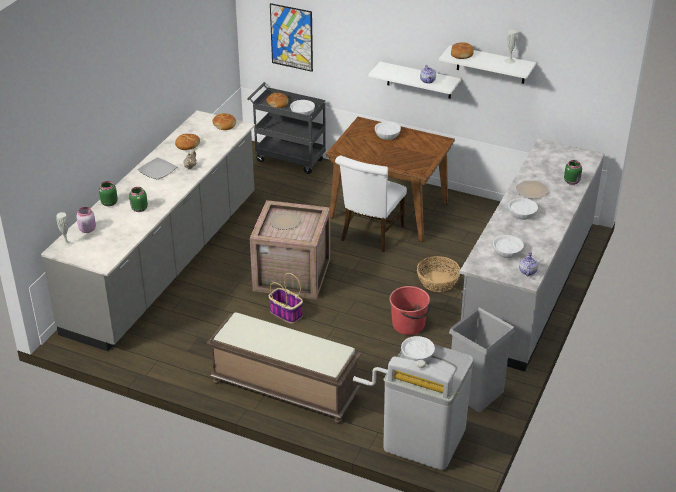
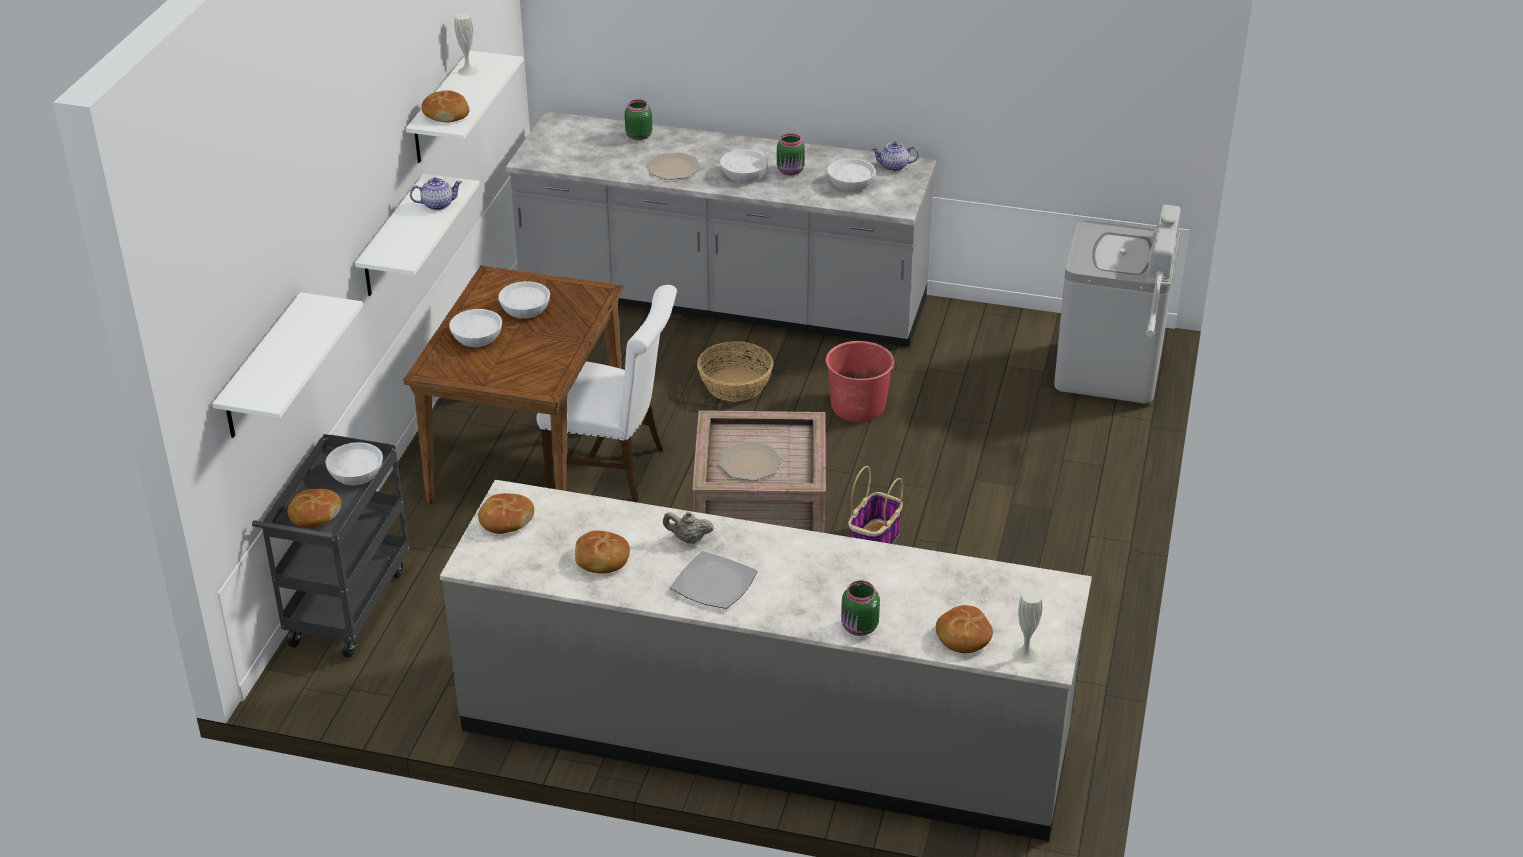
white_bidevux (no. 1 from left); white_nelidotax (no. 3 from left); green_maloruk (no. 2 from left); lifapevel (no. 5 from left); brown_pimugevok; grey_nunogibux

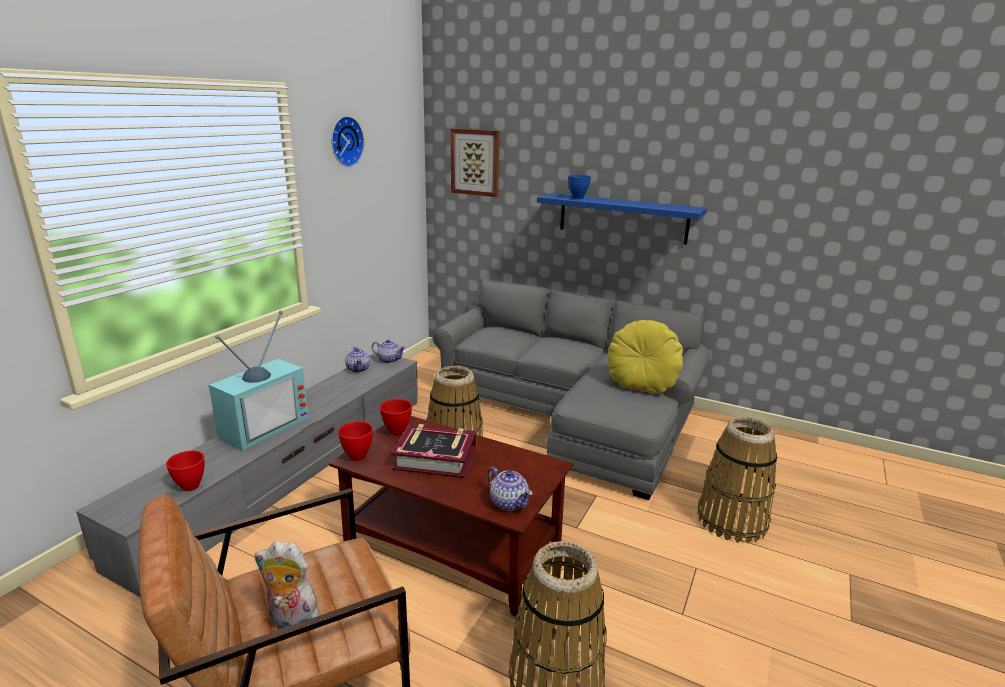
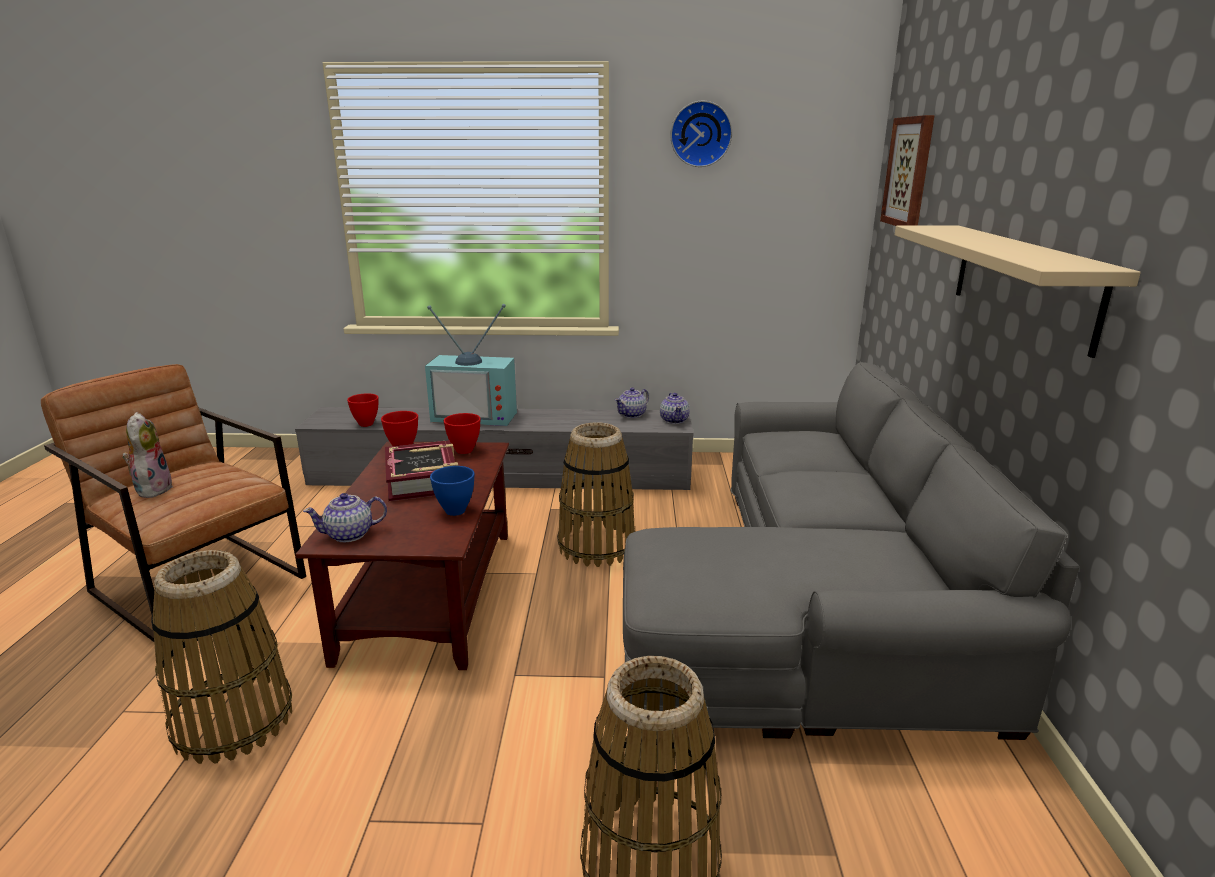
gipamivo (no. 1 from left); blue_nelidotax; beige_bidevux; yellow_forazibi

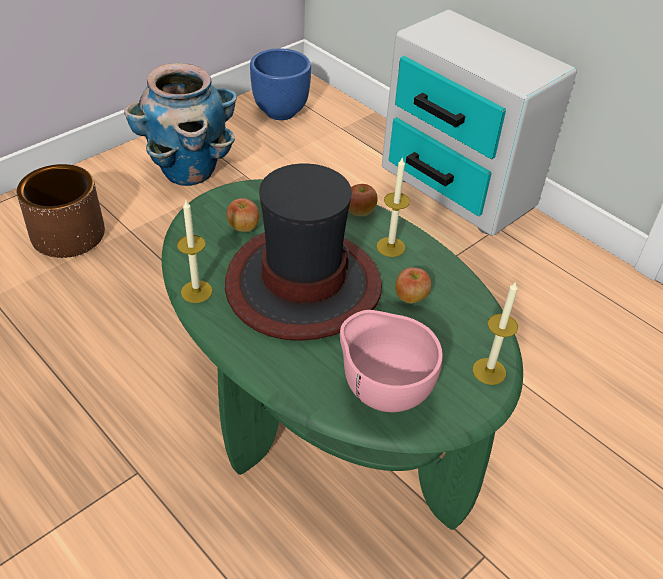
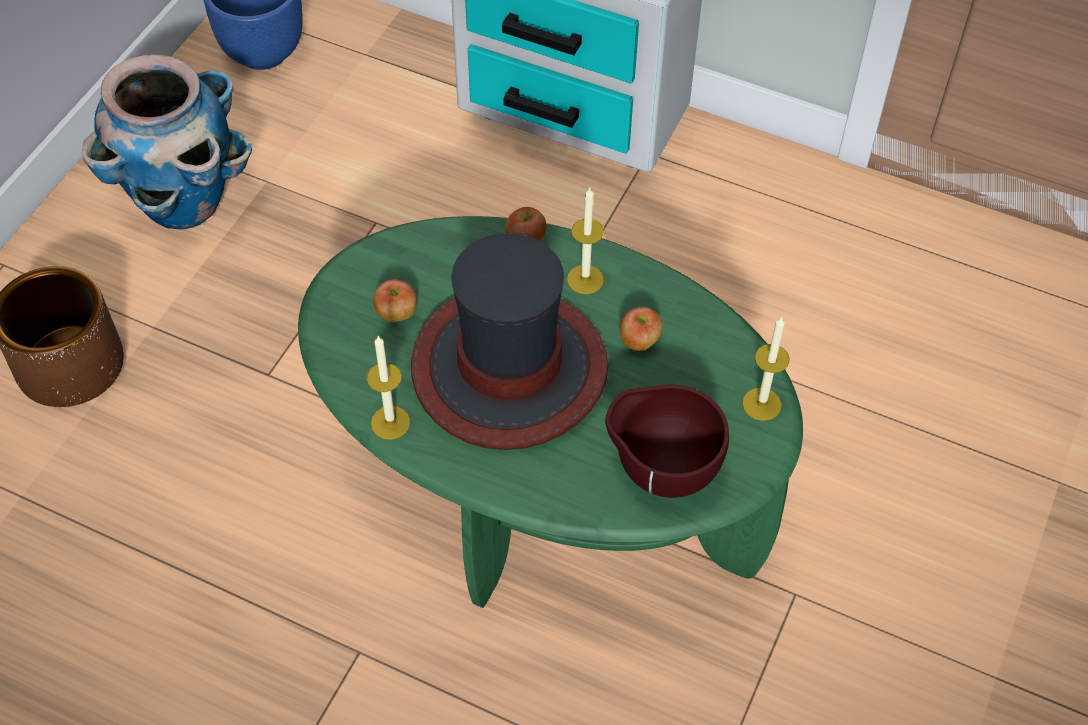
brown_nelidotax

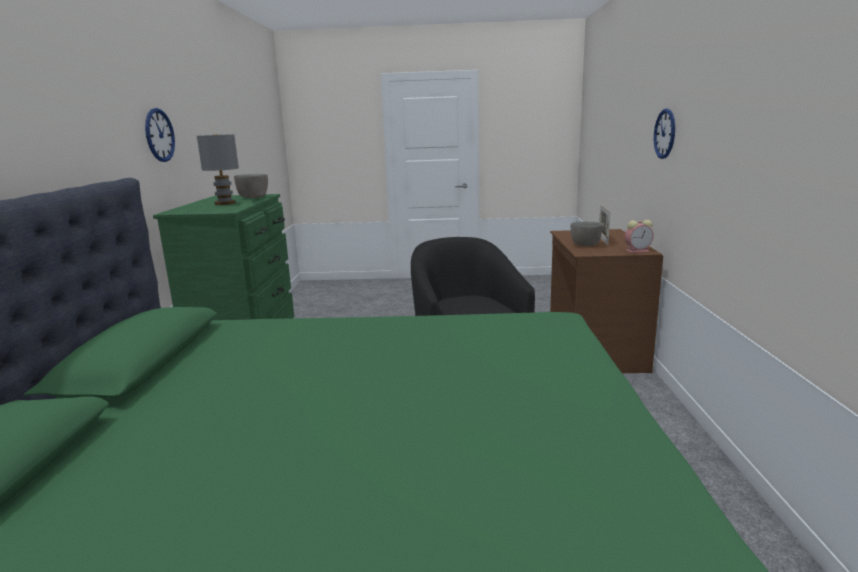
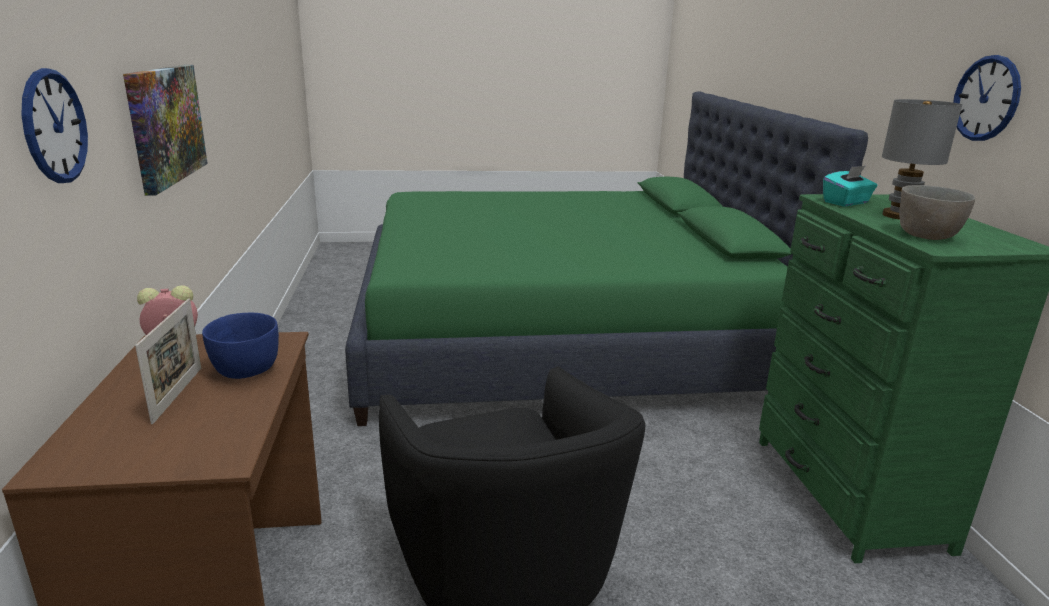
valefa; blue_nelidotax; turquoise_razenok

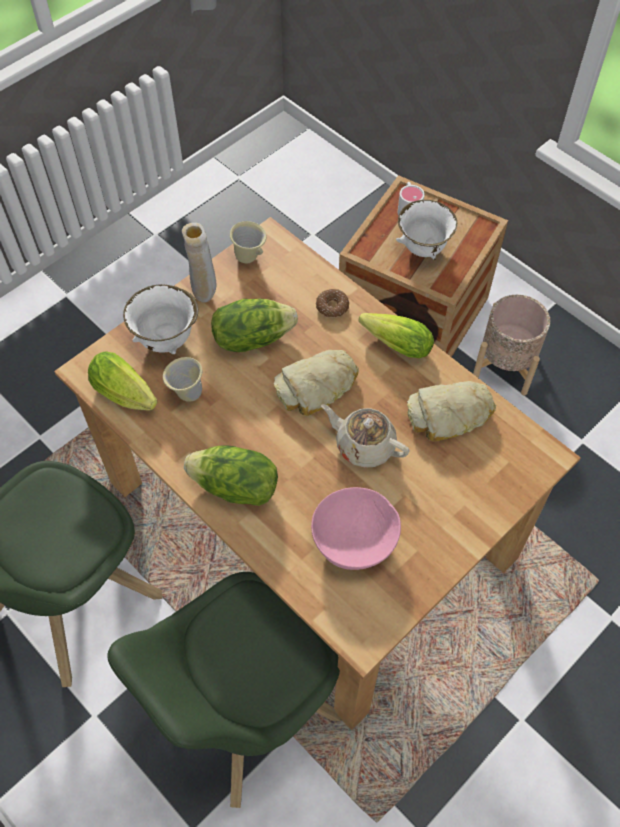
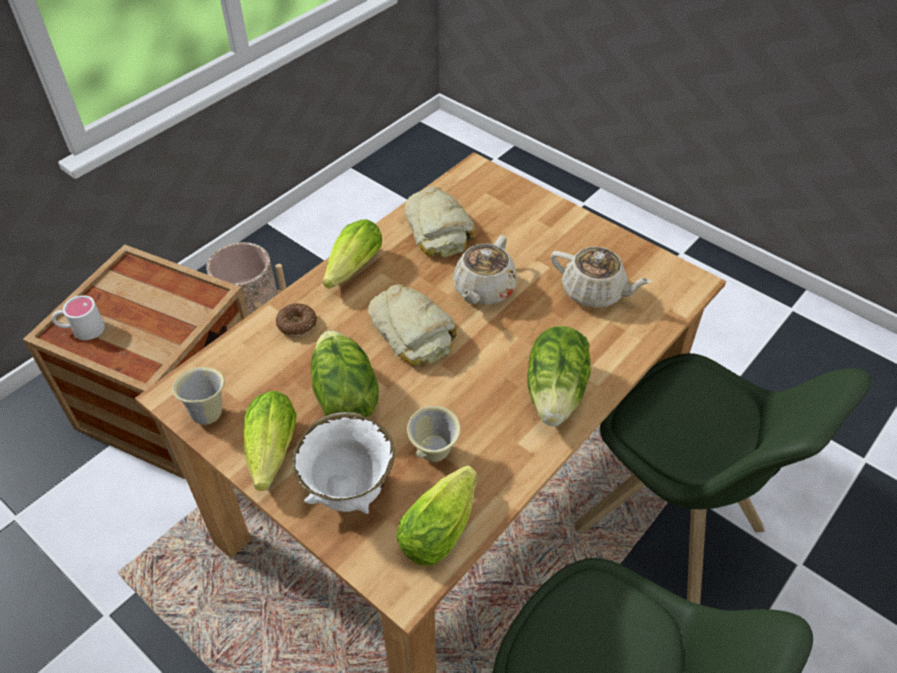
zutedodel (no. 1 from left); beige_gipamivo (no. 2 from left); white_nelidotax (no. 2 from left in the first image)

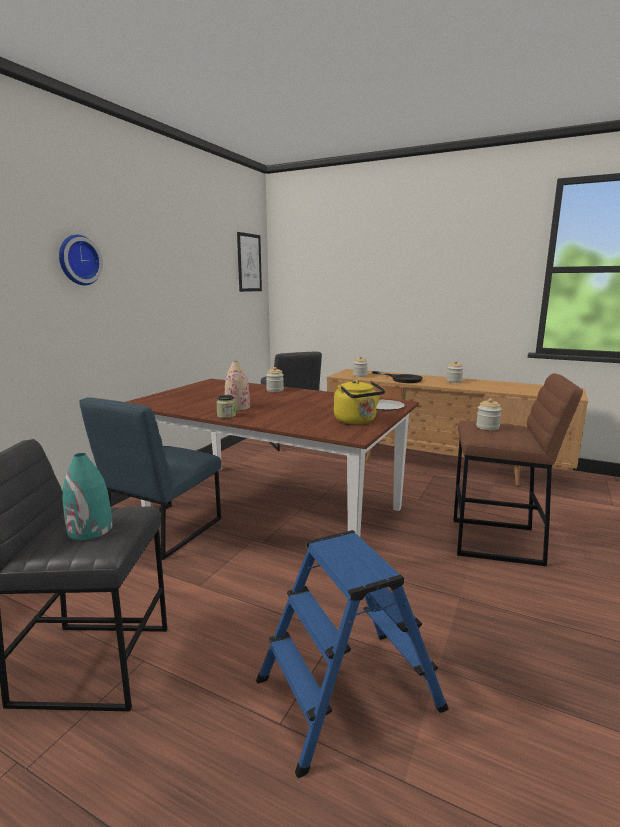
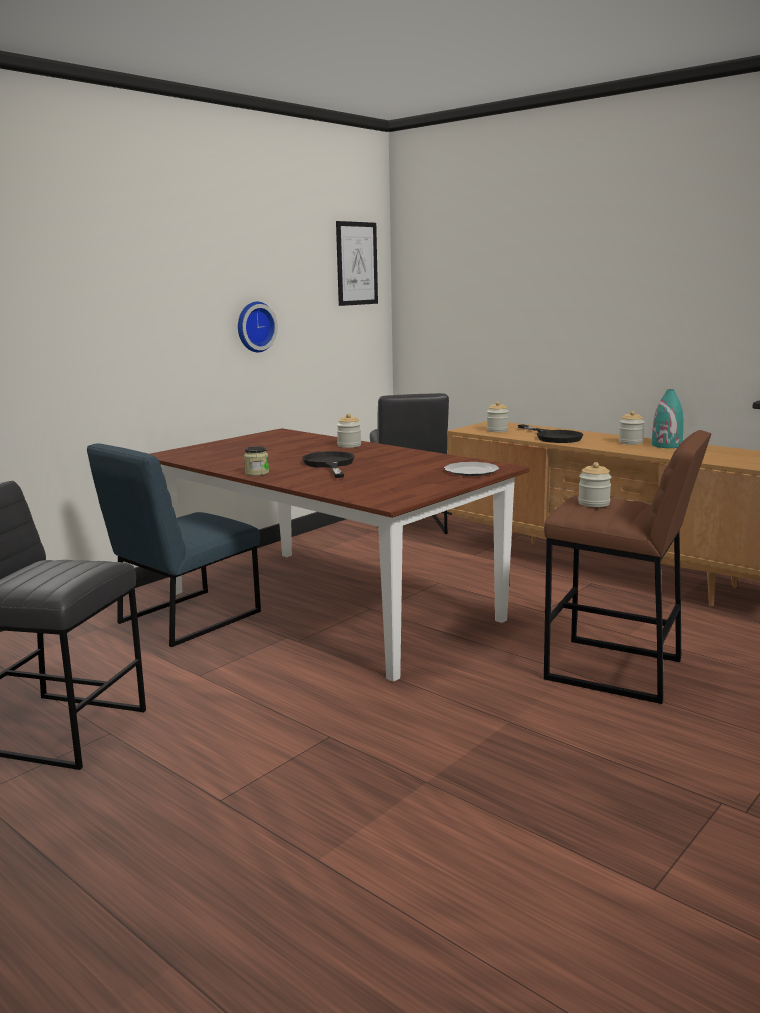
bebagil; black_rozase (no. 1 from left); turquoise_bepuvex; beige_bepuvex; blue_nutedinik; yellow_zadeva

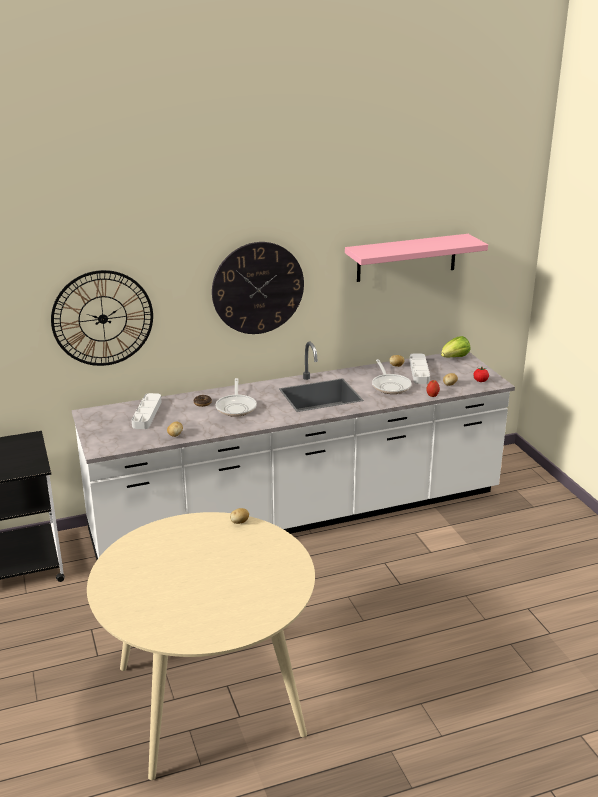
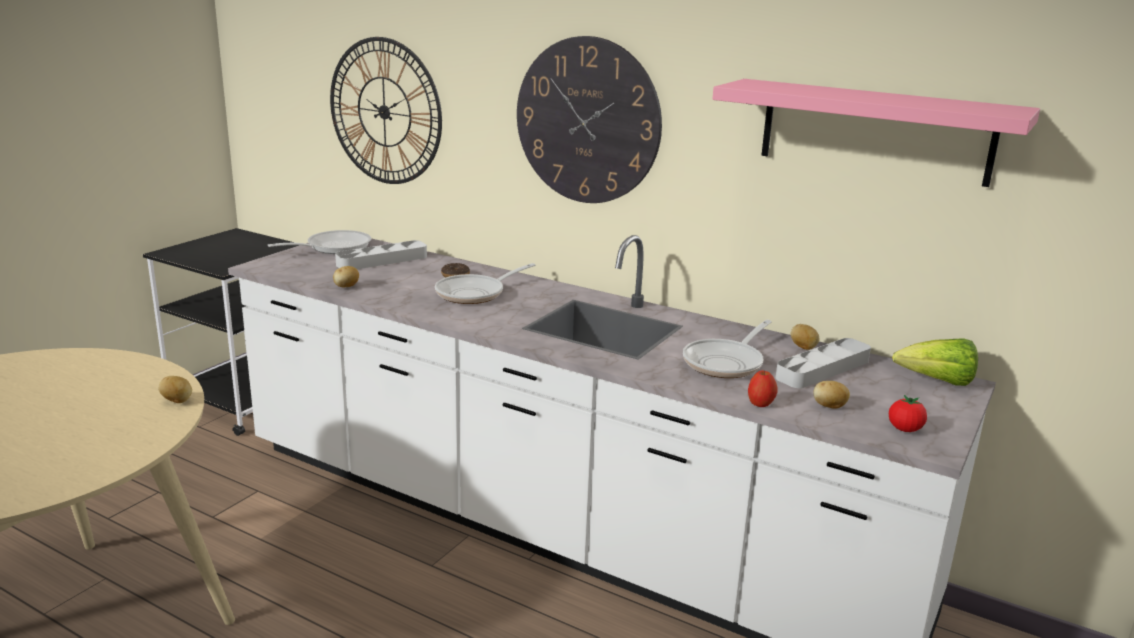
rozase (no. 1 from left)

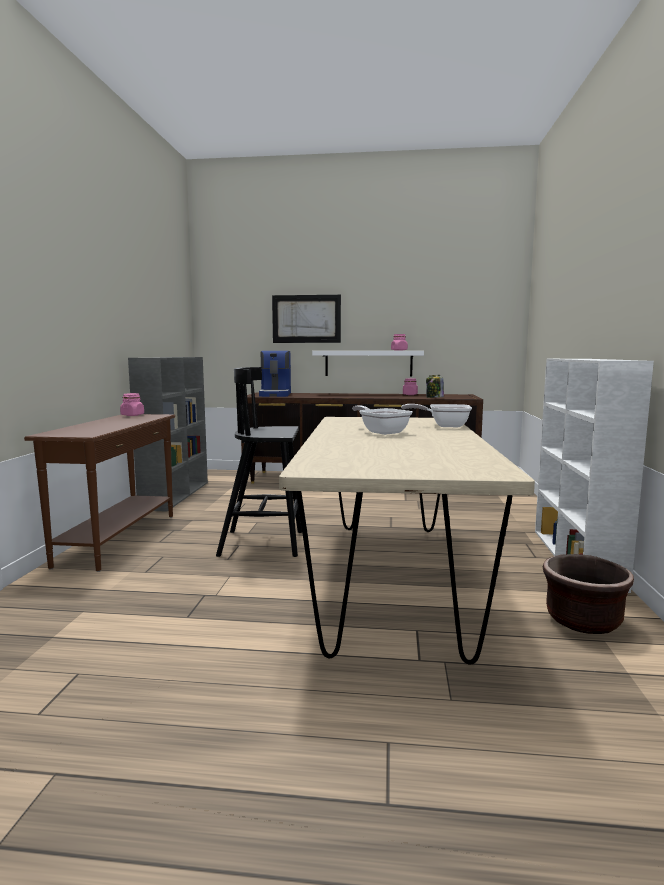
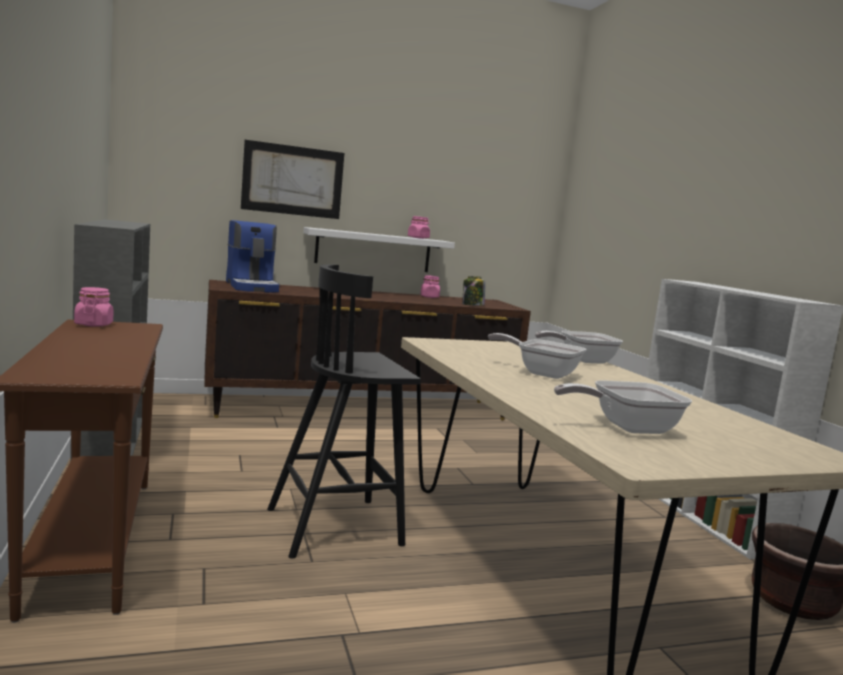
rozase (no. 3 from left)

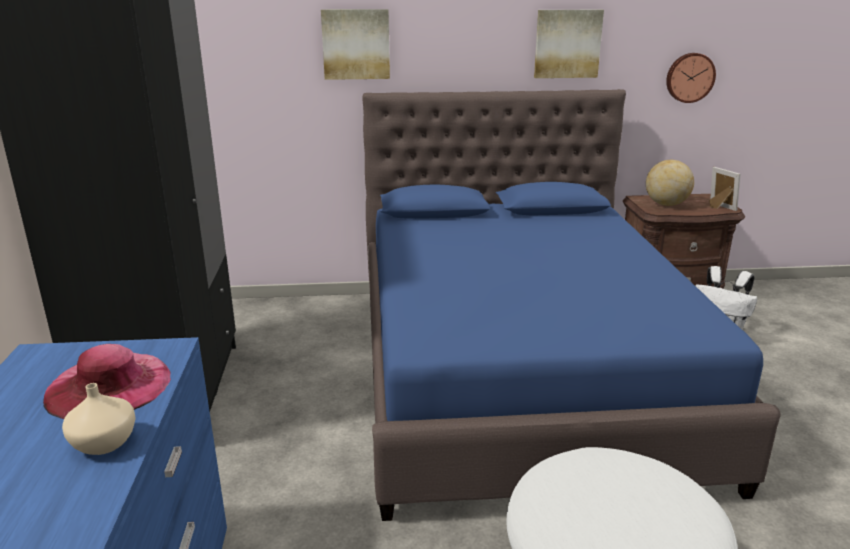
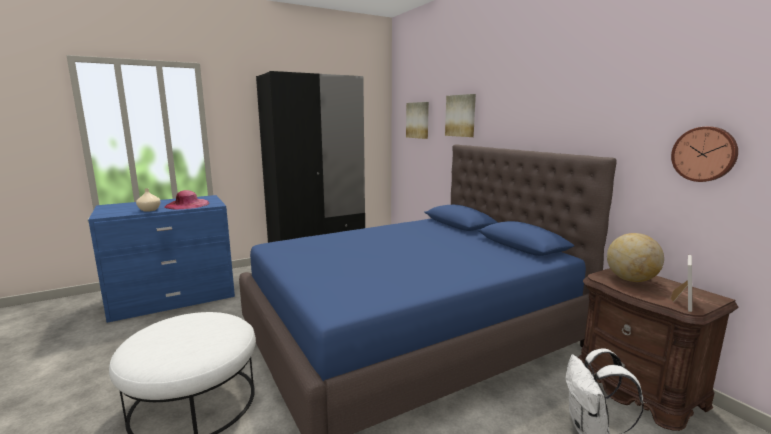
valefa (no. 1 from left)

